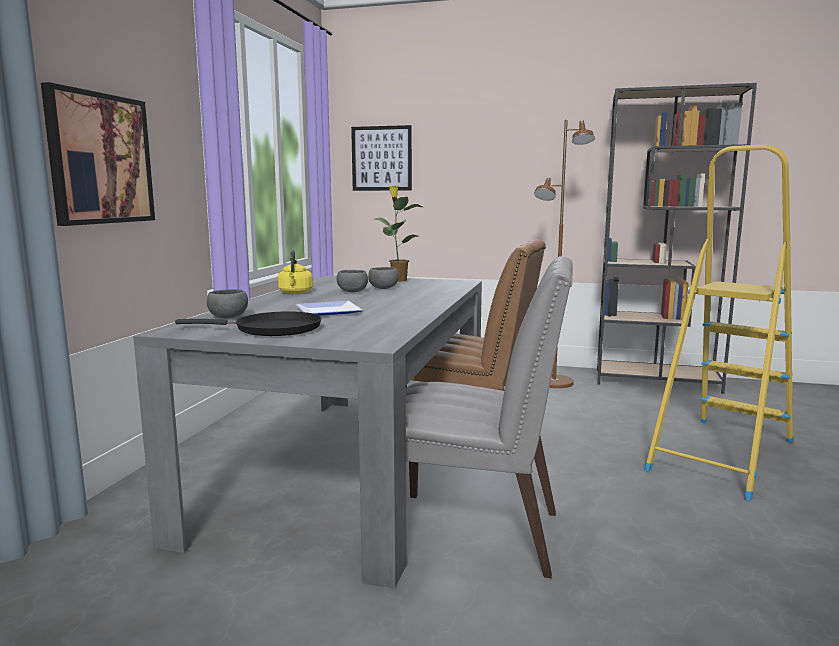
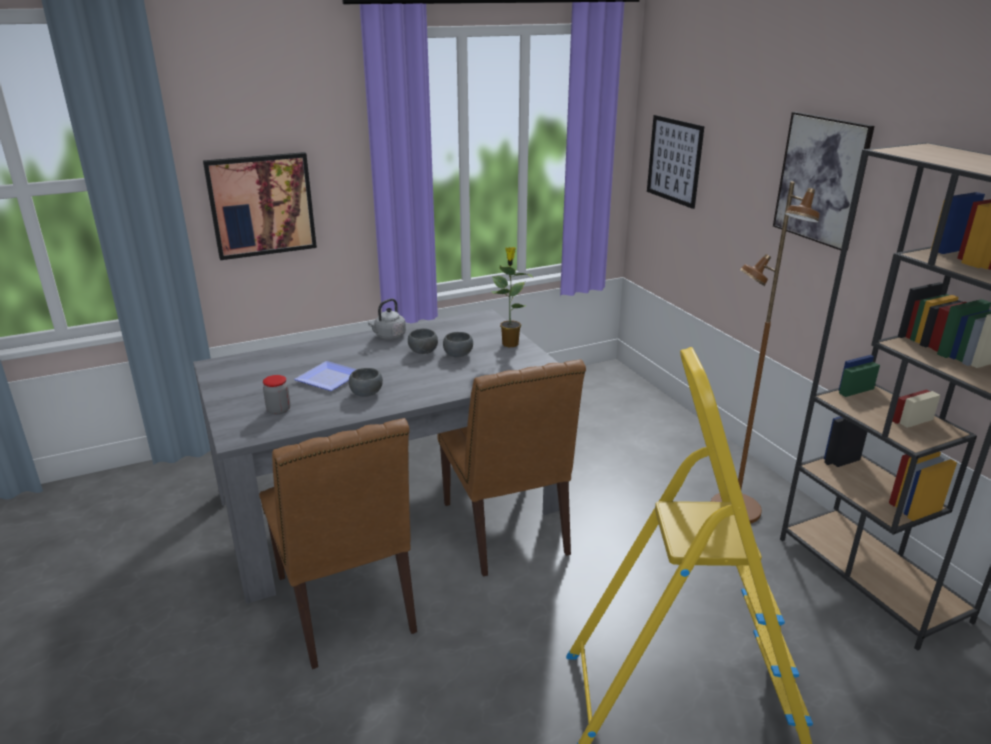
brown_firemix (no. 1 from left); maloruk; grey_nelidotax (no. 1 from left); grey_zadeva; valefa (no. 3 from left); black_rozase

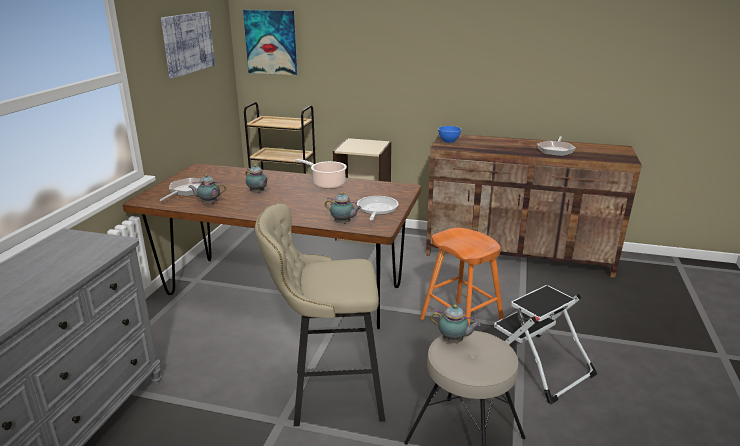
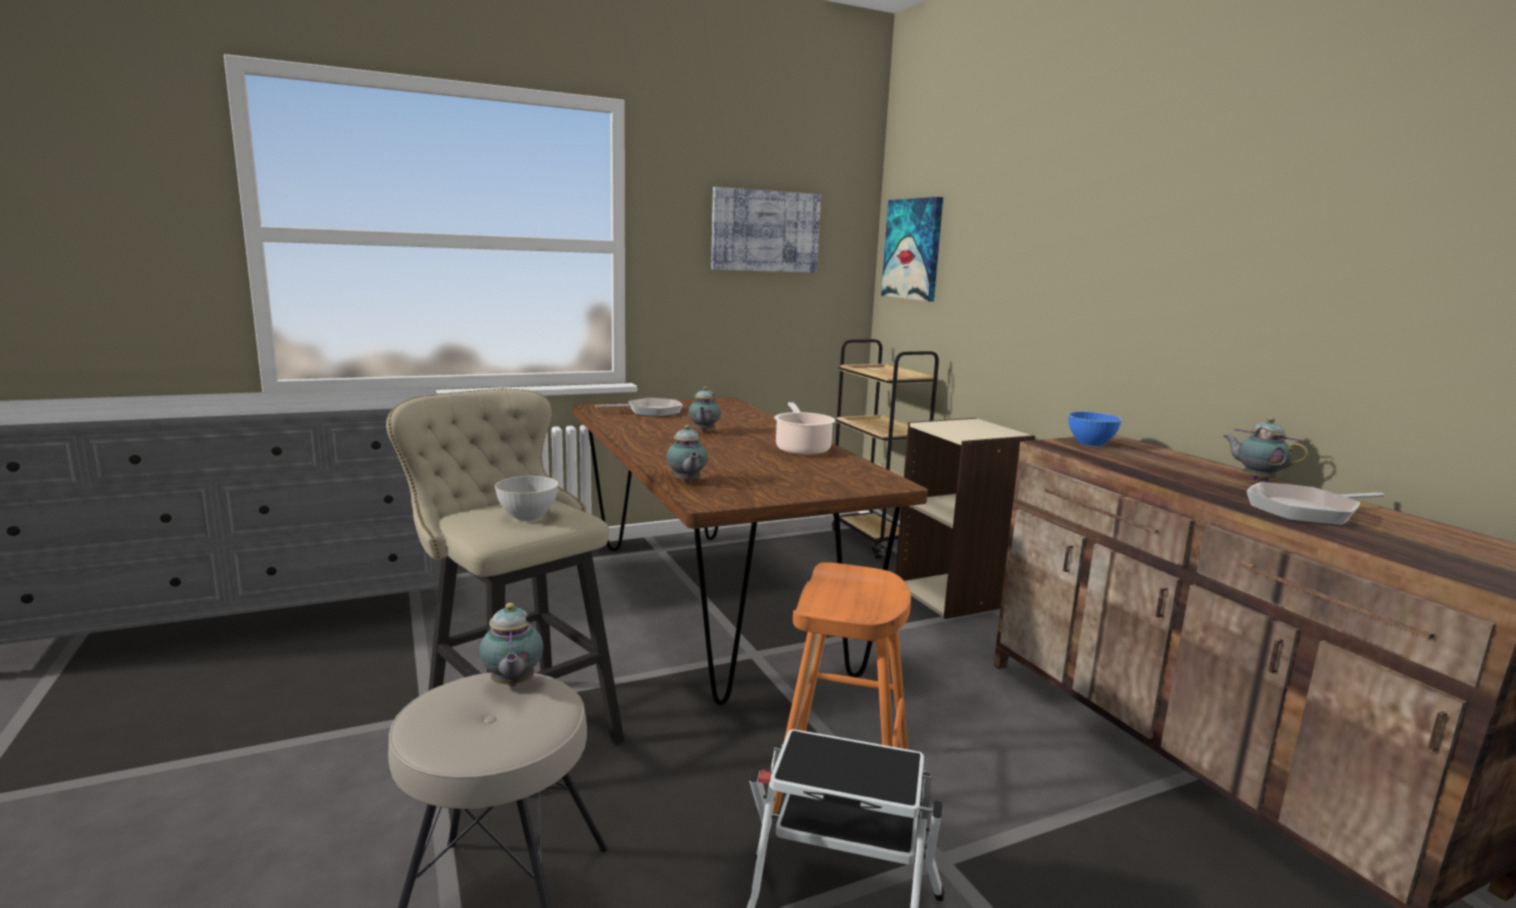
grey_nelidotax; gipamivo (no. 4 from left); rozase (no. 2 from left in the first image)

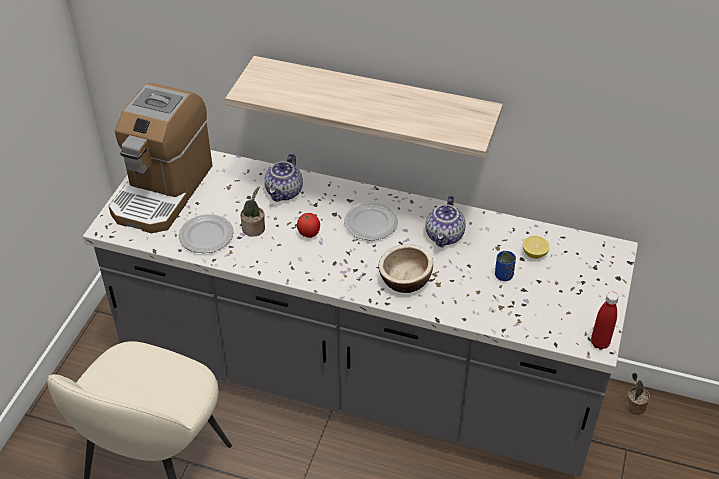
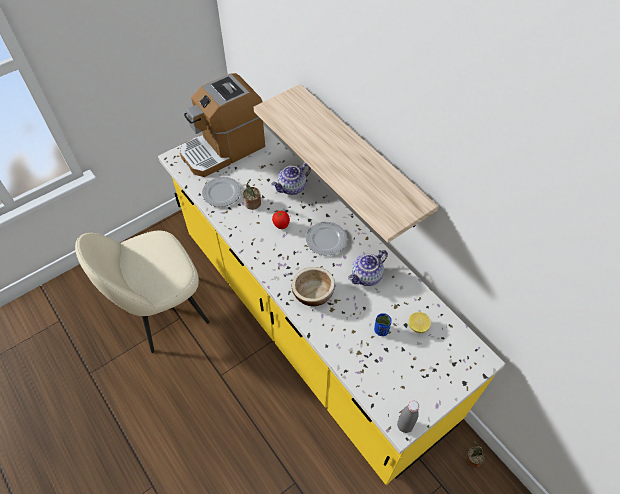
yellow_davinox; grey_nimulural

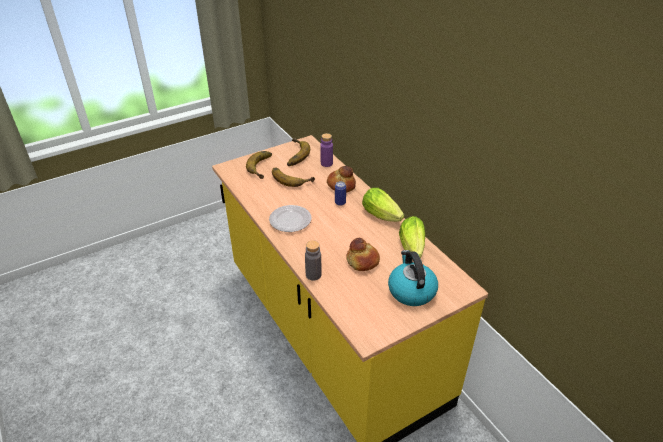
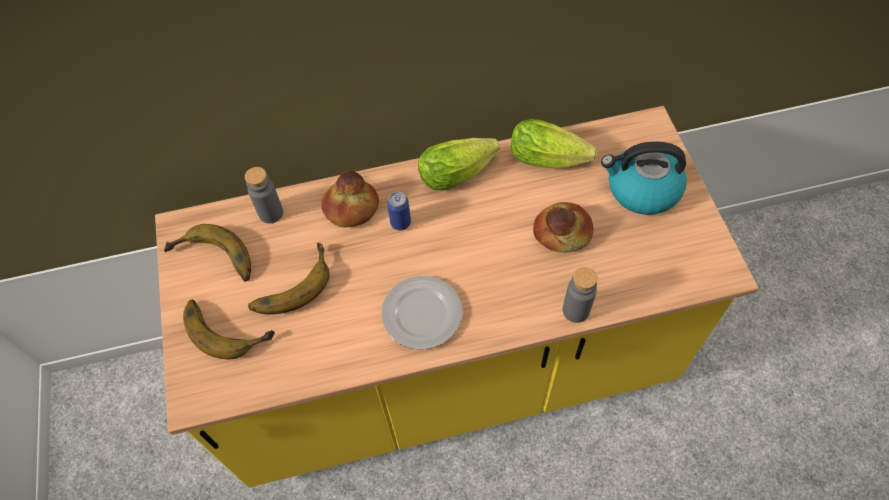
grey_nimulural (no. 1 from left)

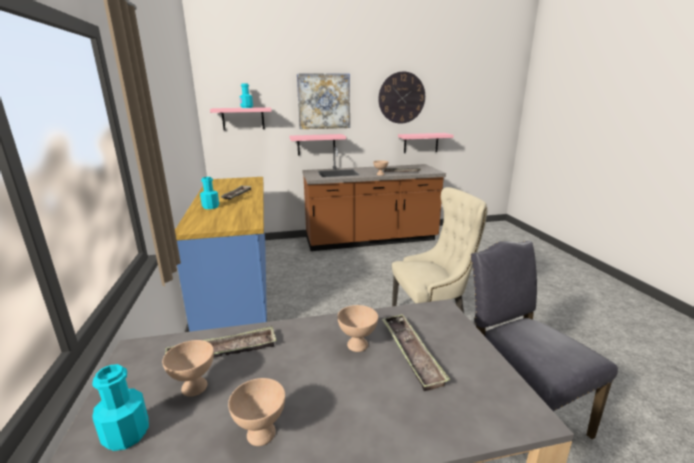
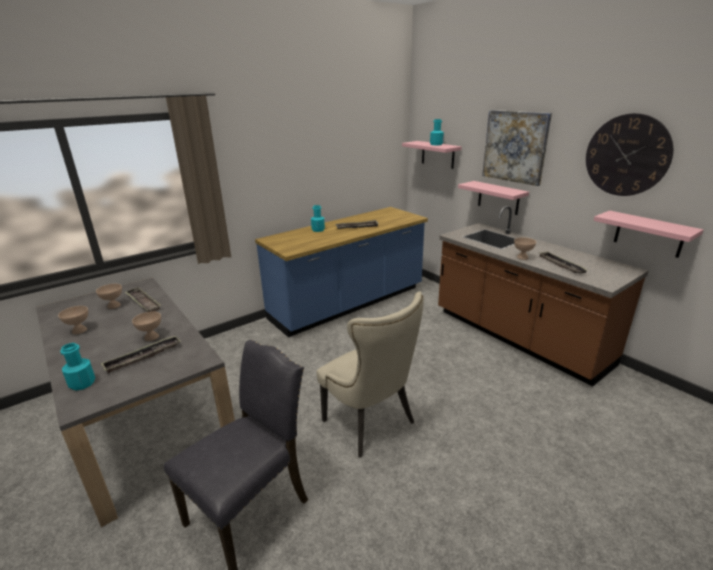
turquoise_nimulural (no. 1 from left)

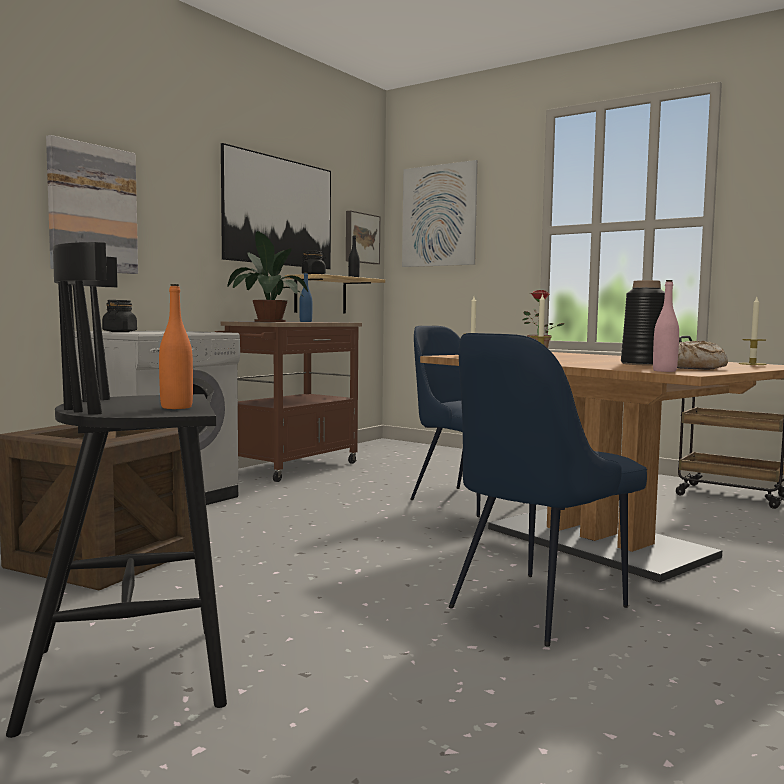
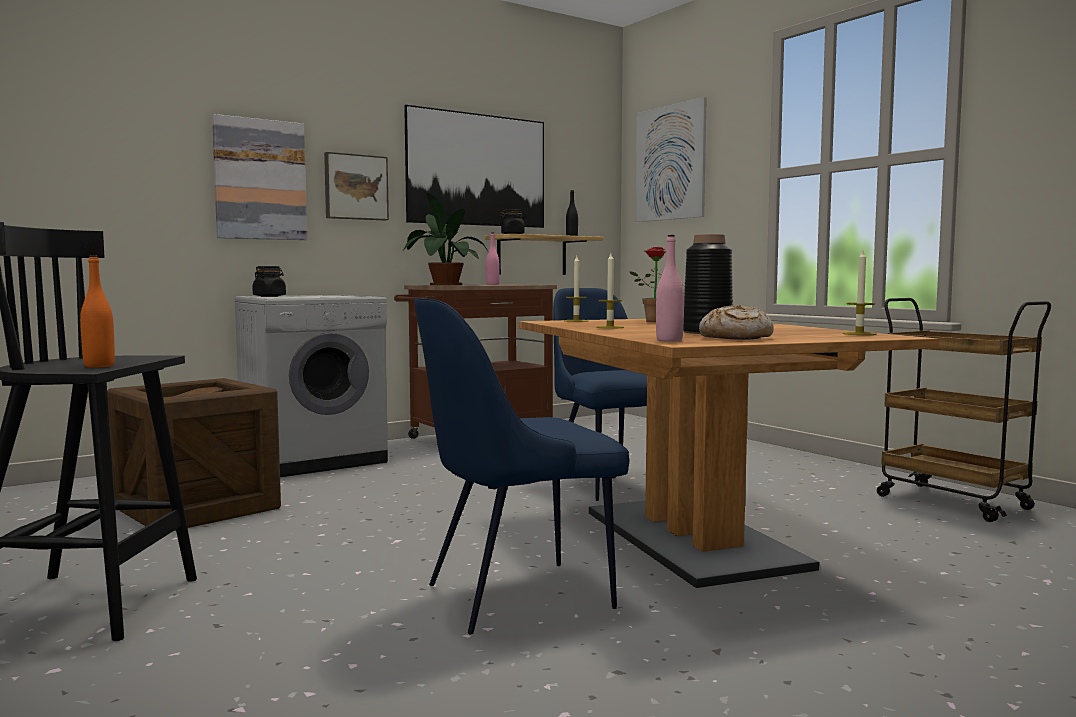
valefa (no. 2 from left); pink_nimulural (no. 1 from left)

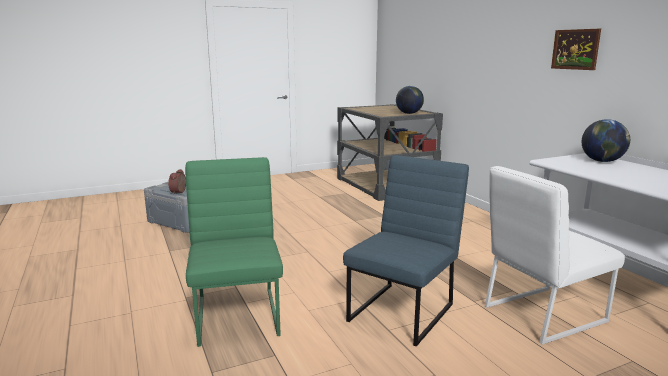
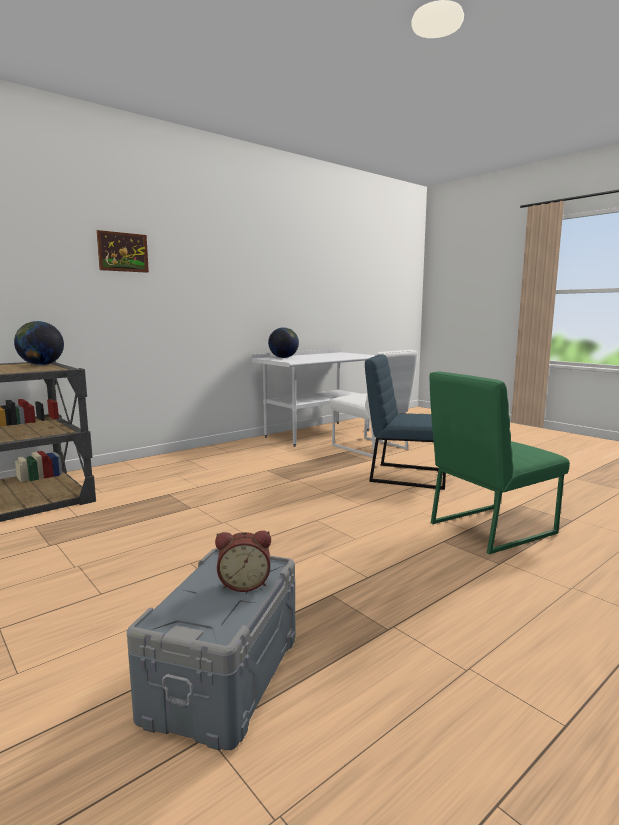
valefa

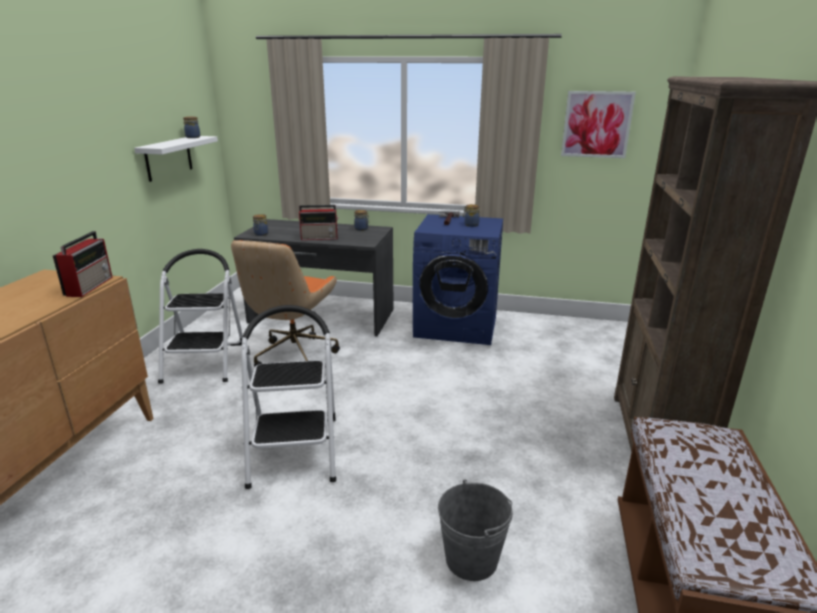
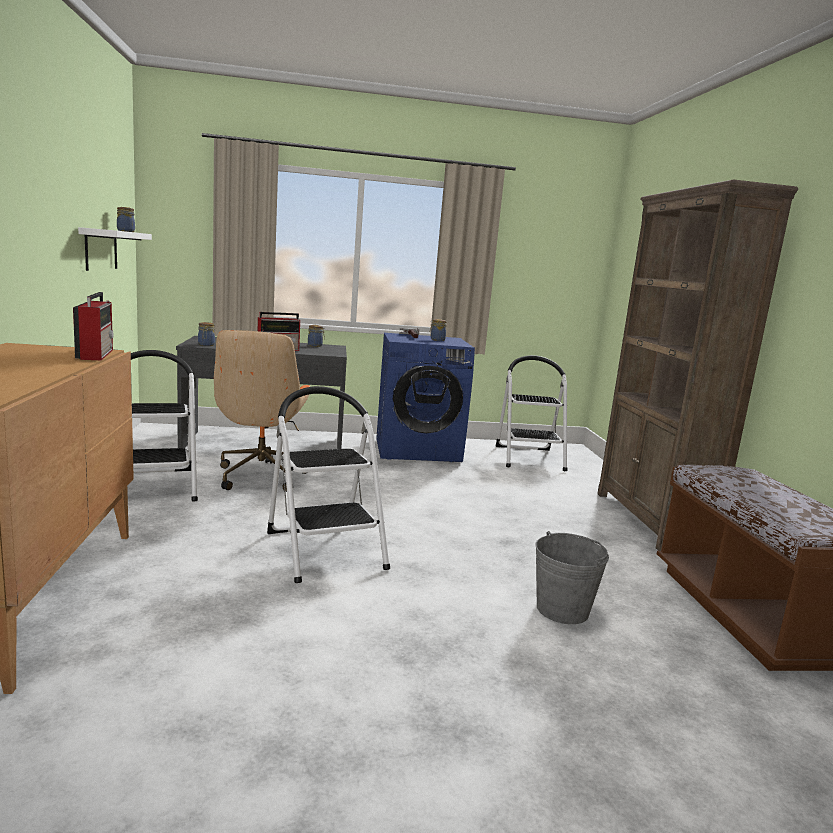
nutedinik (no. 3 from left); valefa

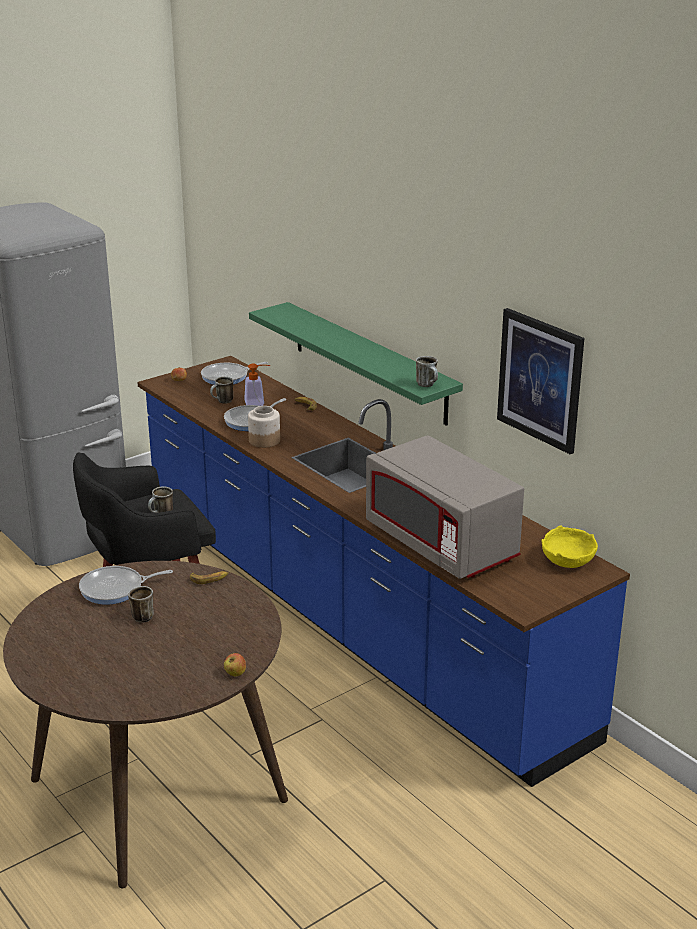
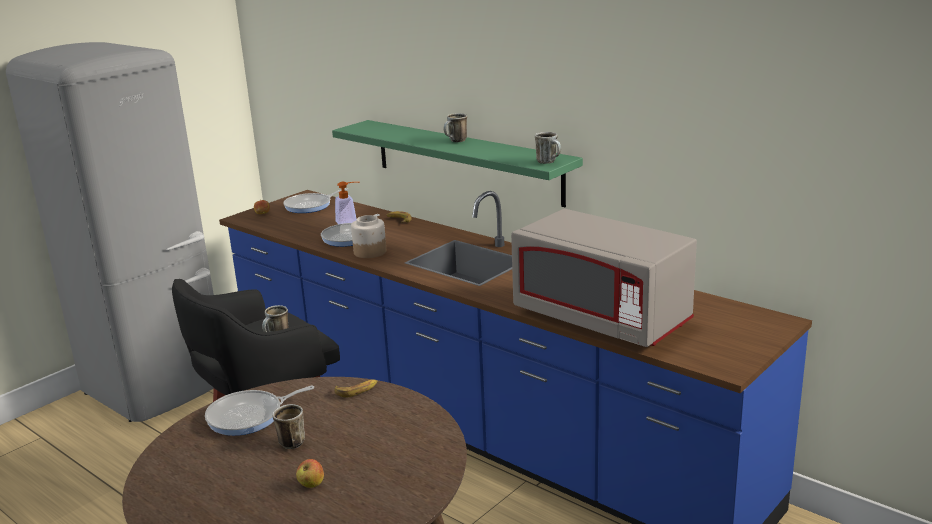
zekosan (no. 2 from left); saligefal (no. 3 from left); valefa; yellow_nelidotax

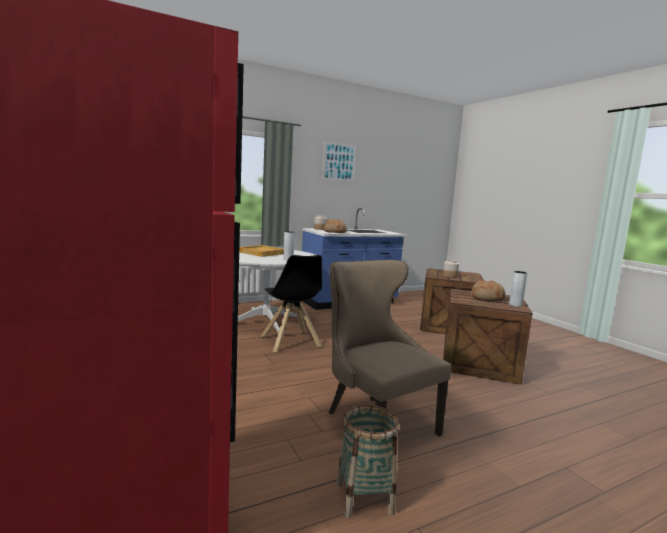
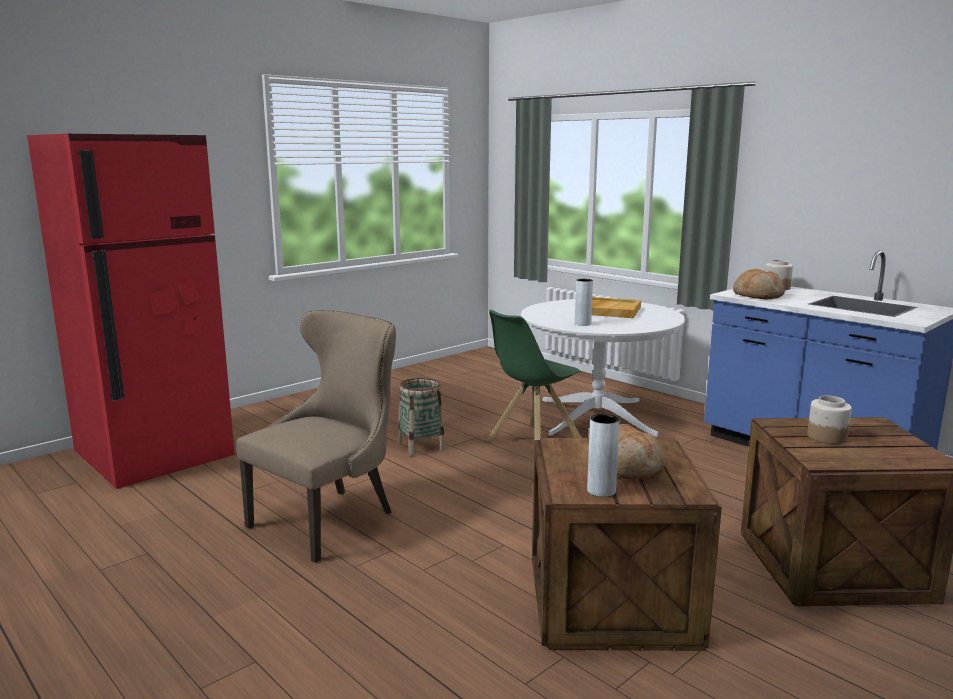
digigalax; green_firemix; valefa

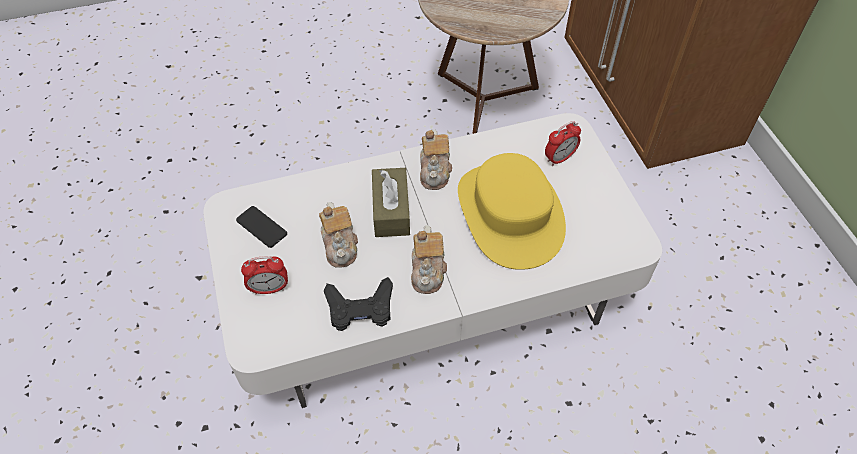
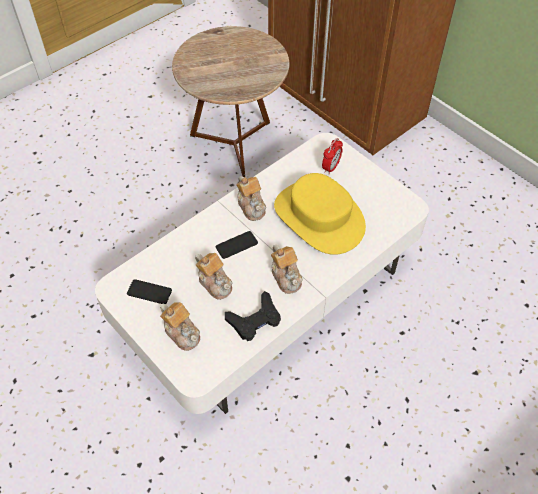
gipamivo (no. 1 from left); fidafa (no. 2 from left)

